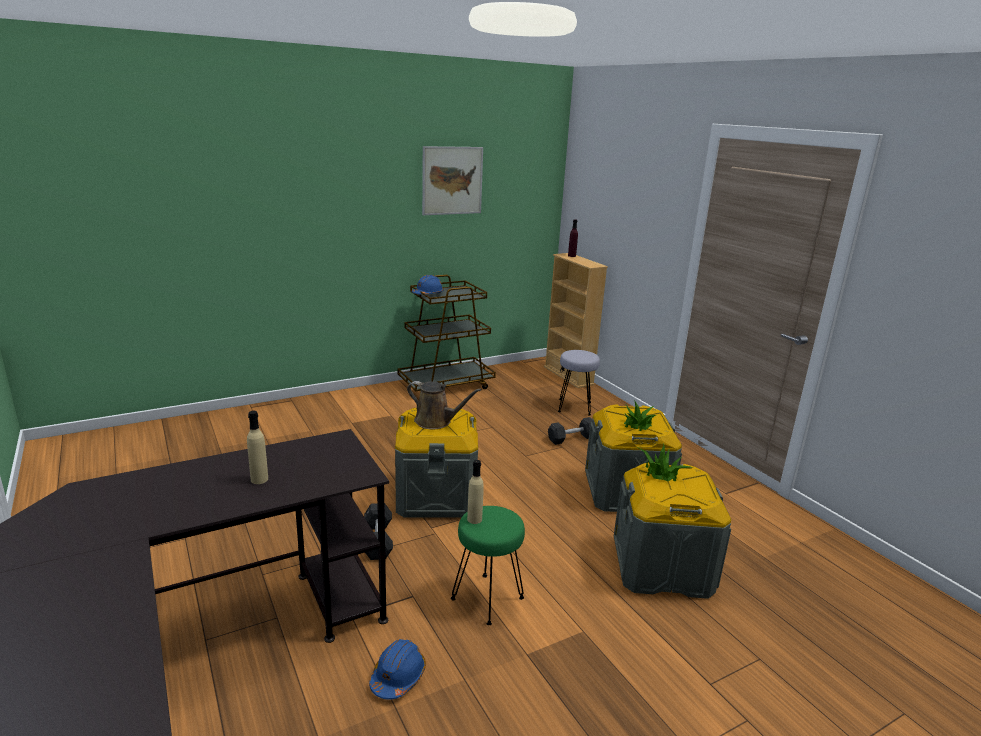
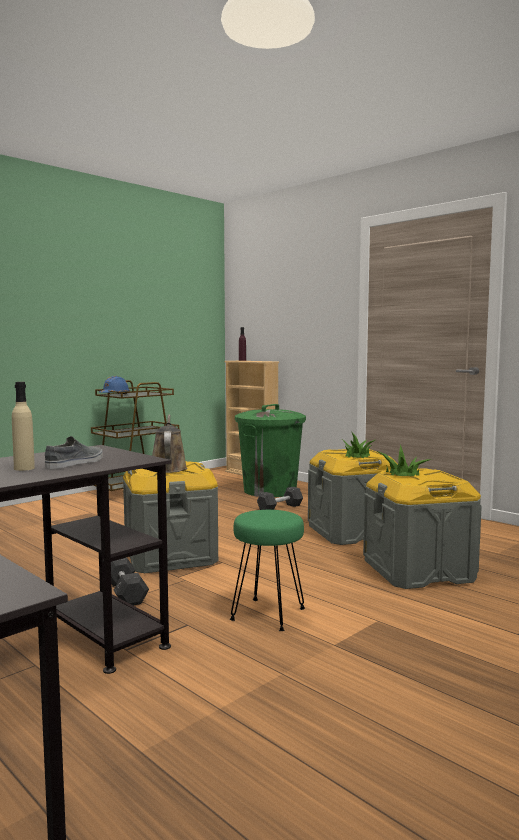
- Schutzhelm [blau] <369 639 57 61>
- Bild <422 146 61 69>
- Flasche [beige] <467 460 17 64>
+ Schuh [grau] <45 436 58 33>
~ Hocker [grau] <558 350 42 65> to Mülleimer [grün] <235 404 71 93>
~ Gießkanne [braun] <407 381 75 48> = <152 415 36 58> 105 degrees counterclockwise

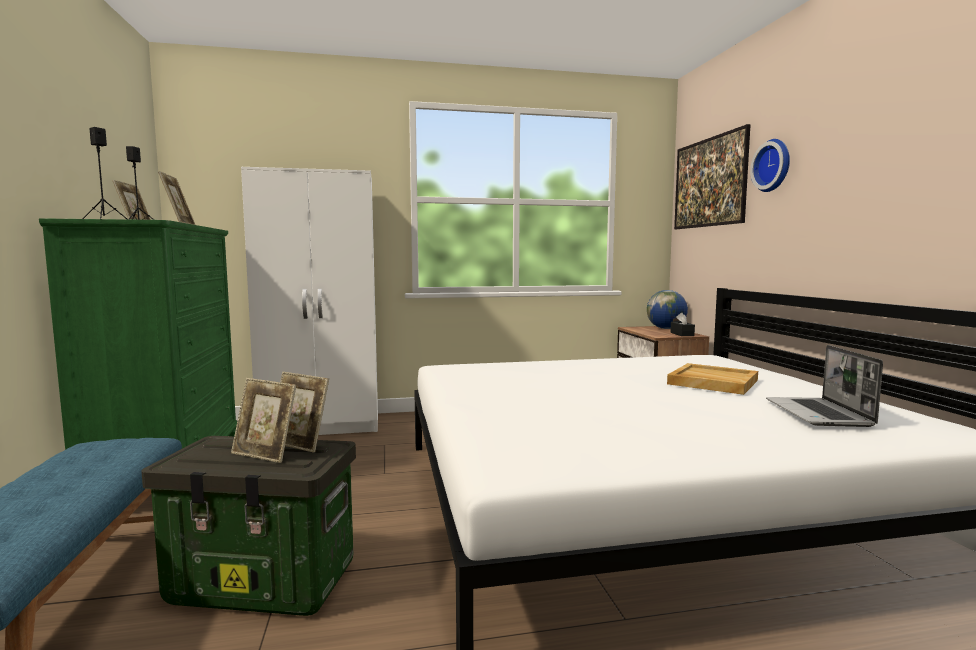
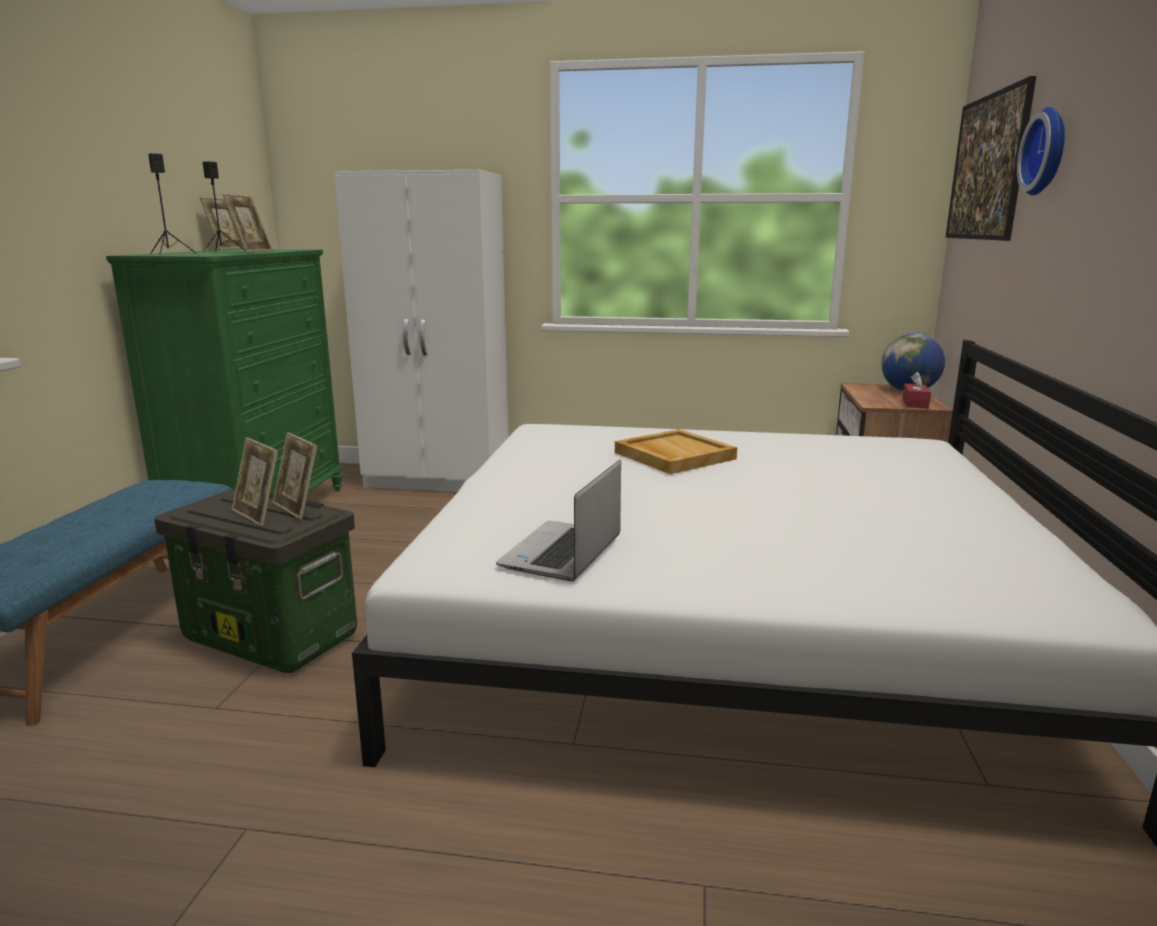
~ Tablett [beige] <667 363 91 32> to <615 429 122 45>
~ Laptop <766 345 117 82> to <496 460 125 121>
~ Taschentuchbox [schwarz] <670 313 25 23> to Taschentuchbox [rot] <902 372 29 37>

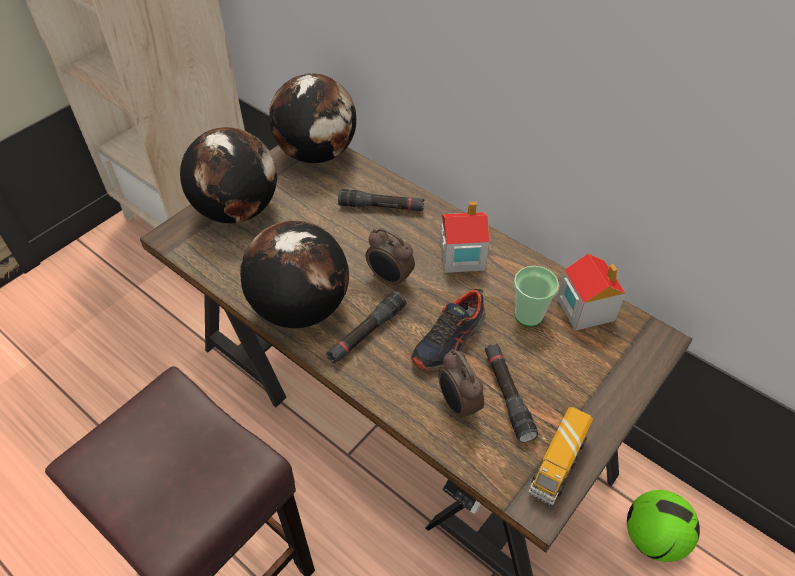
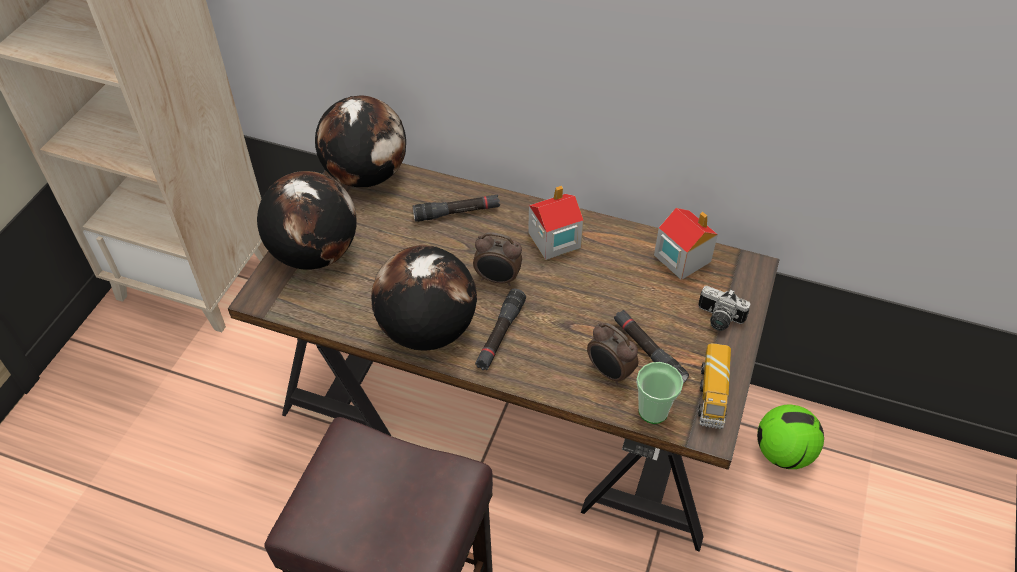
- Schuh <410 289 76 82>
+ Kamera <698 286 52 45>
~ Tasse <514 266 45 61> to <636 362 47 62>

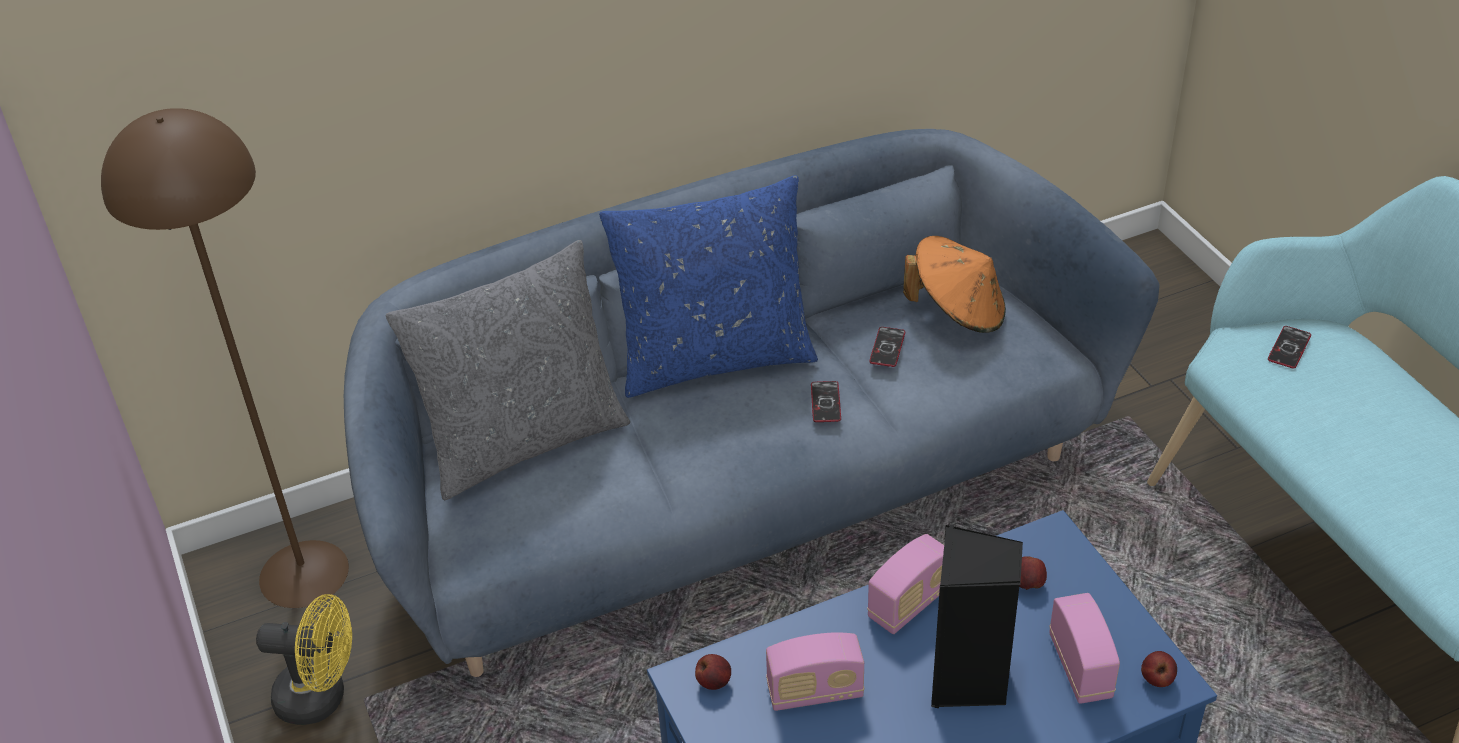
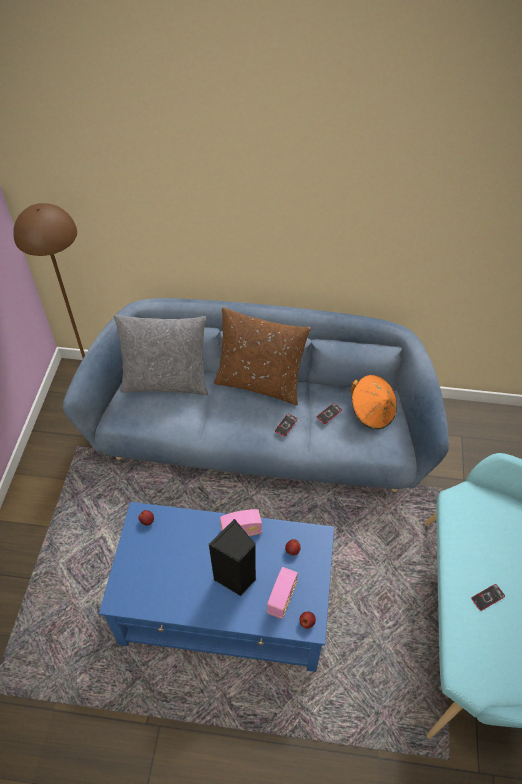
- Ventilator [gelb] <256 594 96 131>
- Radio <766 632 98 79>
~ Handy <1268 326 43 43> to <471 584 34 27>
~ Kissen [blau] <599 175 219 223> to Kissen [braun] <214 308 97 97>

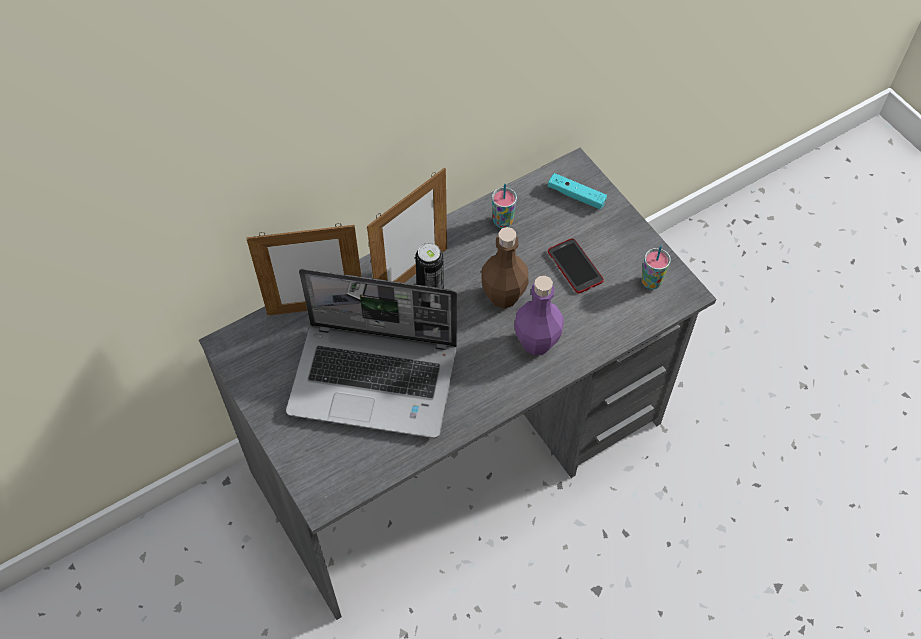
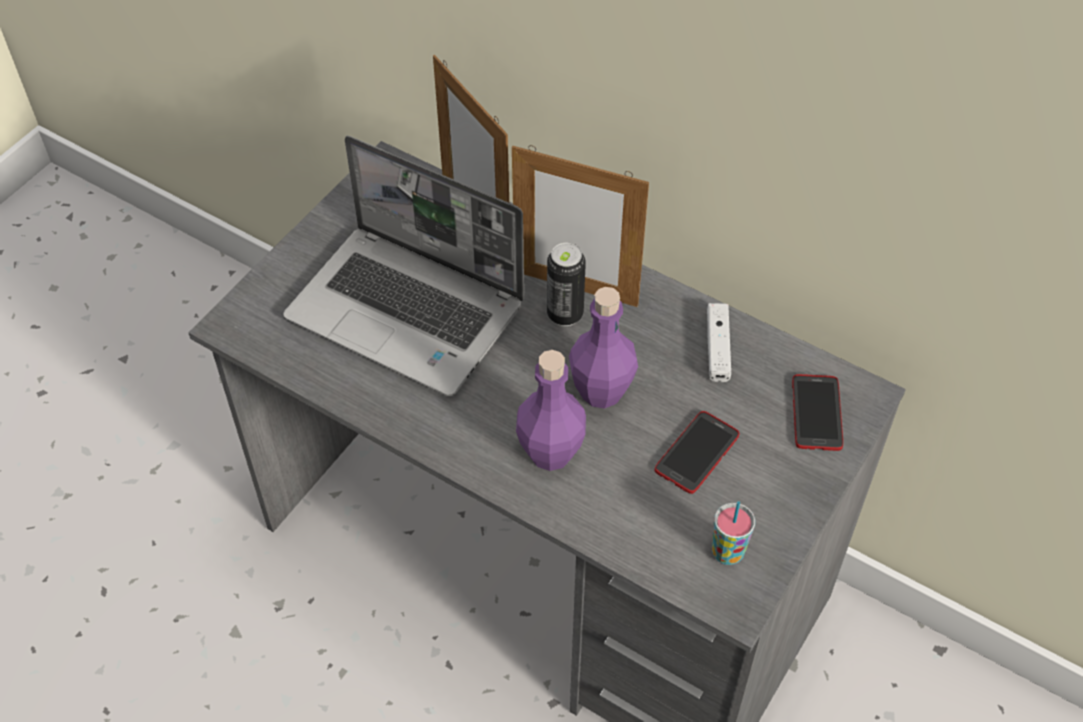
~ Tasse <492 184 25 44> to Gamepad [weiß] <707 303 24 79>
~ Gamepad [türkis] <548 173 59 37> to Handy <792 374 51 77>
~ Flasche [braun] <481 227 48 81> to Flasche [lila] <569 287 69 121>
~ Laptop <286 269 171 169> = <283 136 241 260> 45 degrees counterclockwise

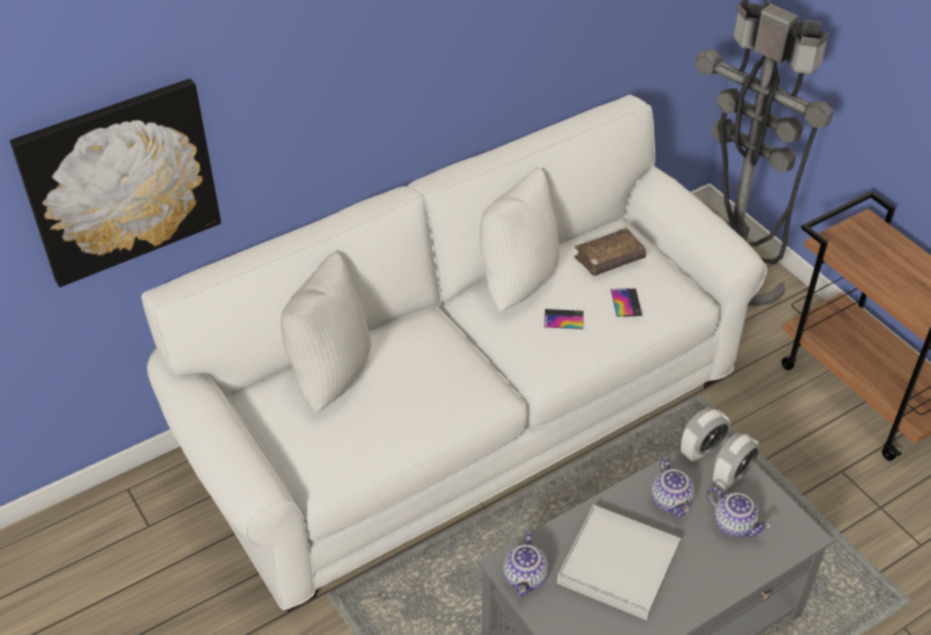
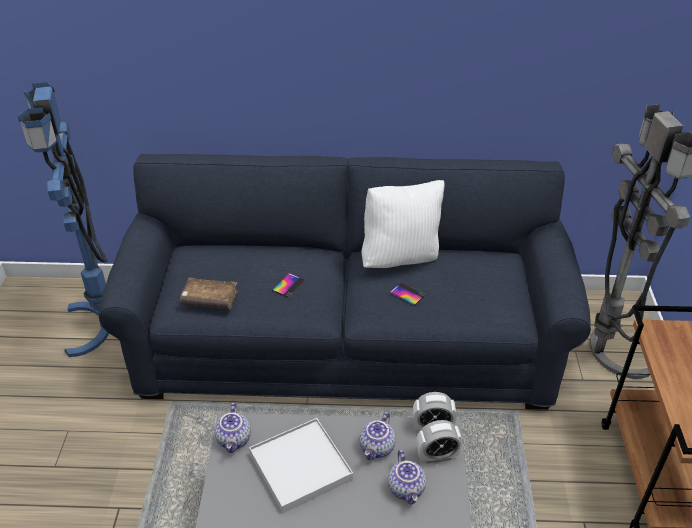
- Bild <10 78 211 209>
- Kissen [weiß] <281 252 90 161>
+ Stehlampe [blau] <18 82 91 275>
~ Buch [braun] <574 228 72 48> to <180 278 59 31>
~ Handy <611 288 31 29> to <272 273 34 25>
~ Sofa [weiß] <141 95 626 517> to Sofa [blau] <99 154 492 256>
~ Teekanne <503 531 46 65> = <214 403 37 50> 45 degrees counterclockwise

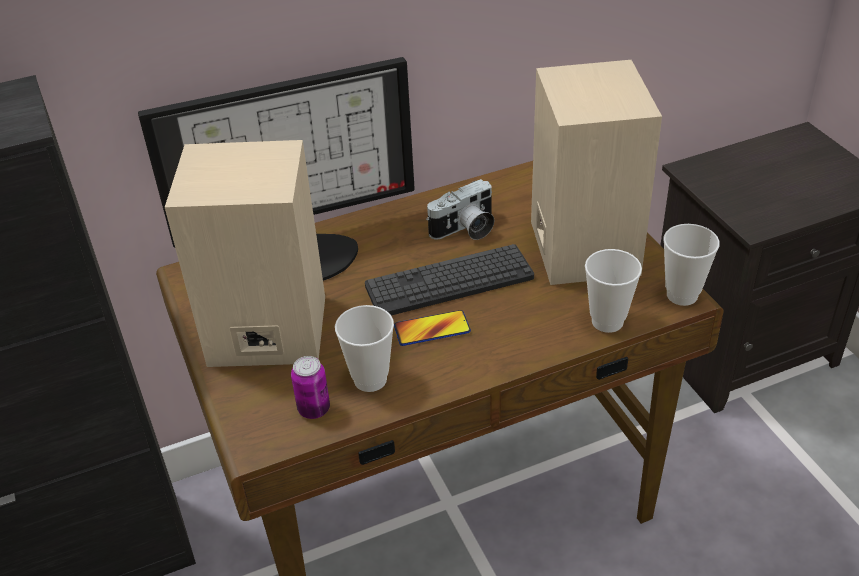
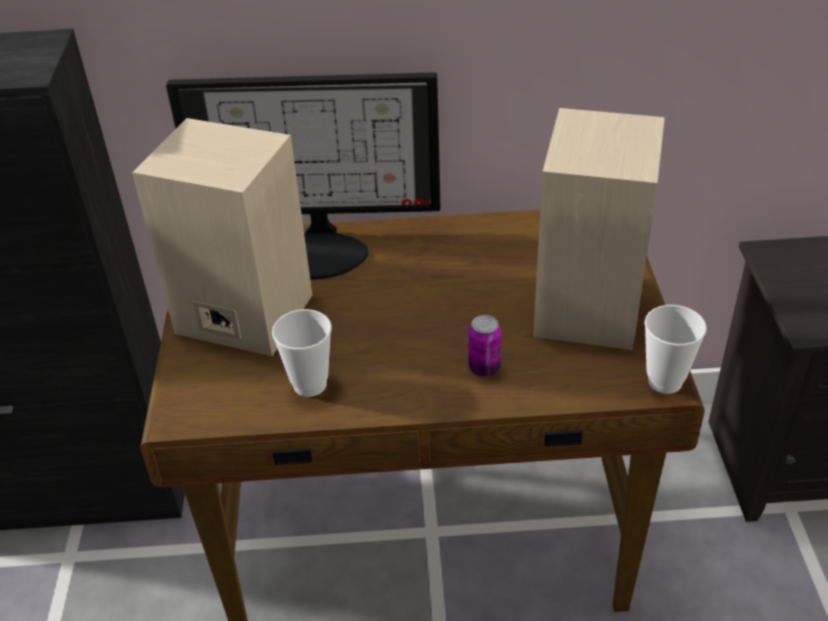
- Tastatur <365 244 169 71>
- Handy <394 310 77 36>
- Kamera <426 179 69 61>
- Tasse <585 249 57 84>
~ Dose <291 356 39 63> to <468 315 33 62>

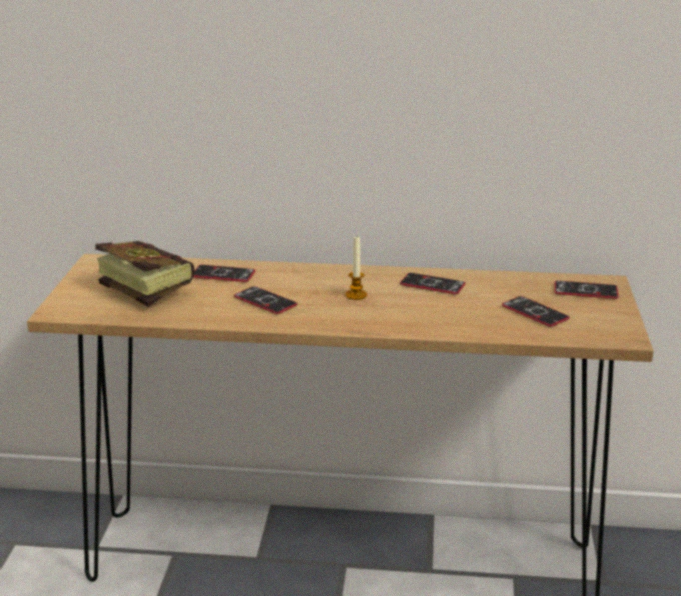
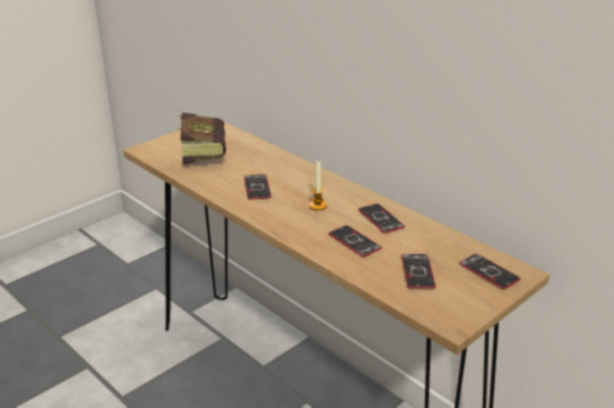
~ Handy <194 265 61 17> to <329 225 53 32>

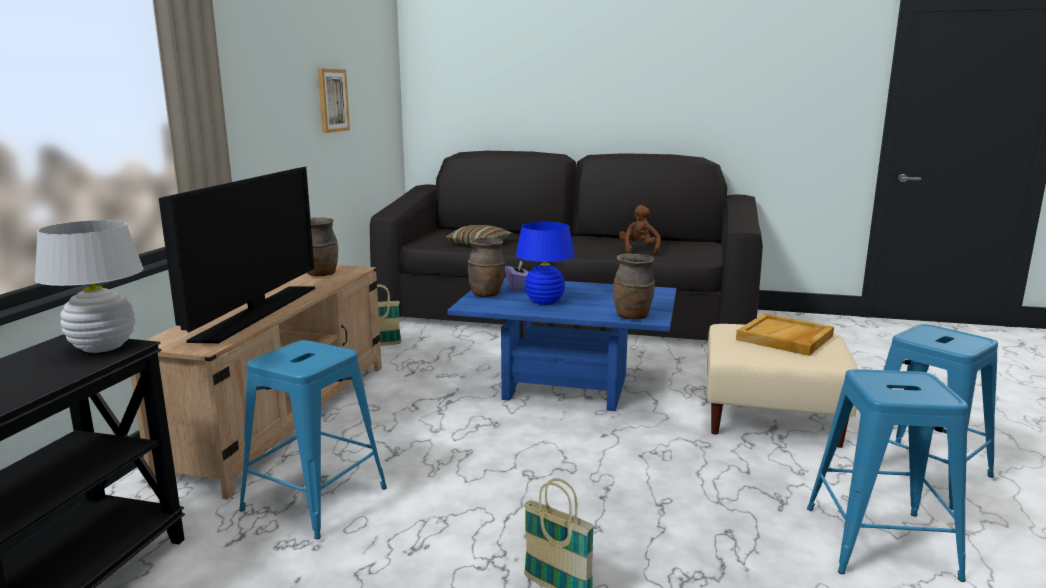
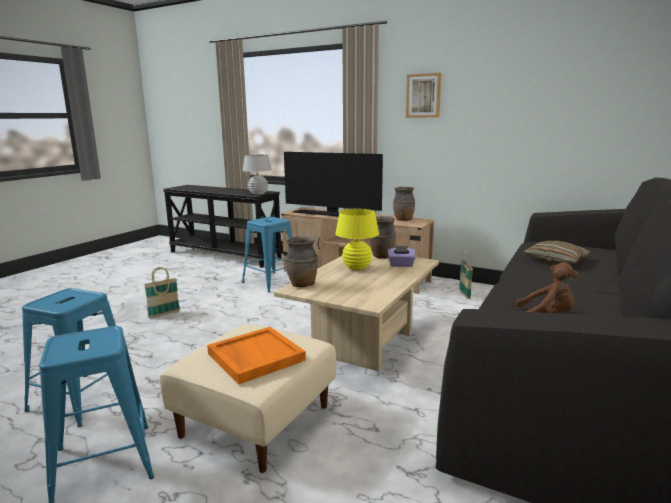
~ Bild <318 68 32 65> to <406 73 35 45>
~ Couchtisch [blau] <447 277 229 134> to Couchtisch [beige] <274 252 165 119>
~ Tischlampe [blau] <516 222 59 83> to Tischlampe [gelb] <335 209 44 61>
~ Tablett [beige] <736 313 98 43> to Tablett [orange] <207 327 99 57>

